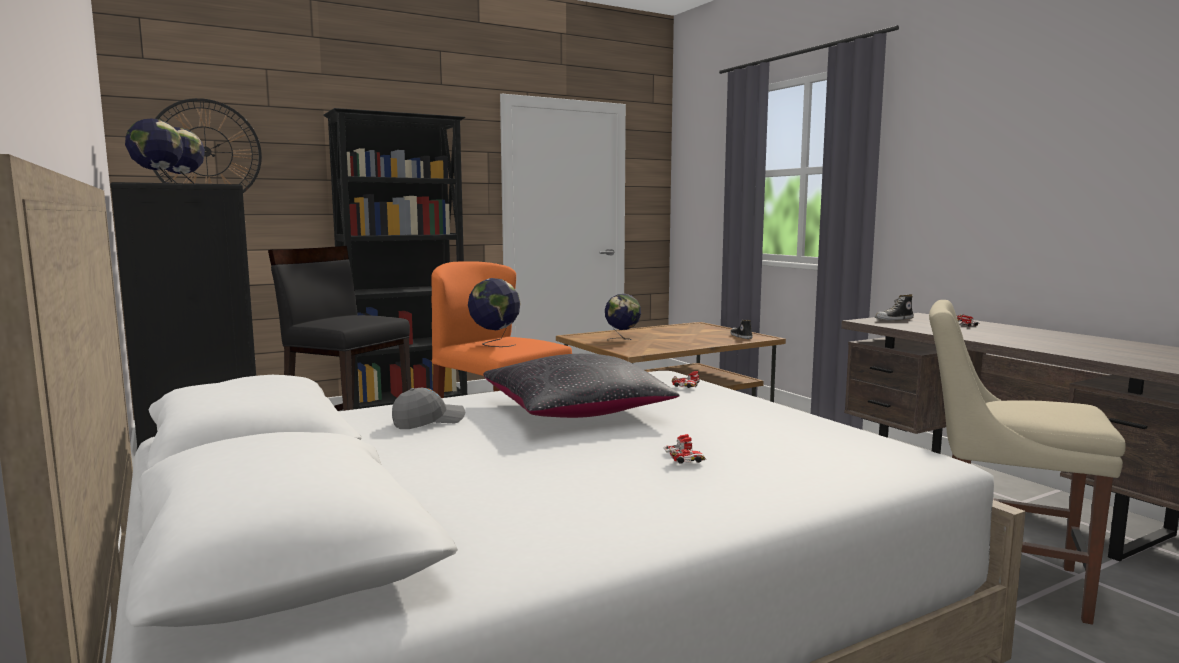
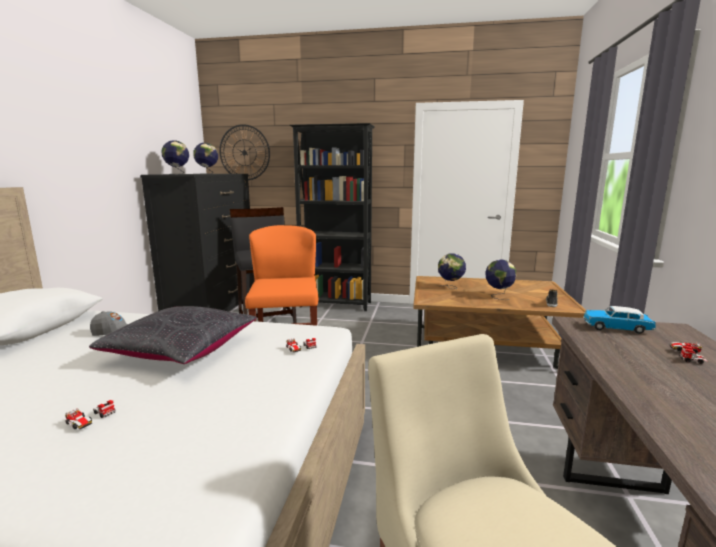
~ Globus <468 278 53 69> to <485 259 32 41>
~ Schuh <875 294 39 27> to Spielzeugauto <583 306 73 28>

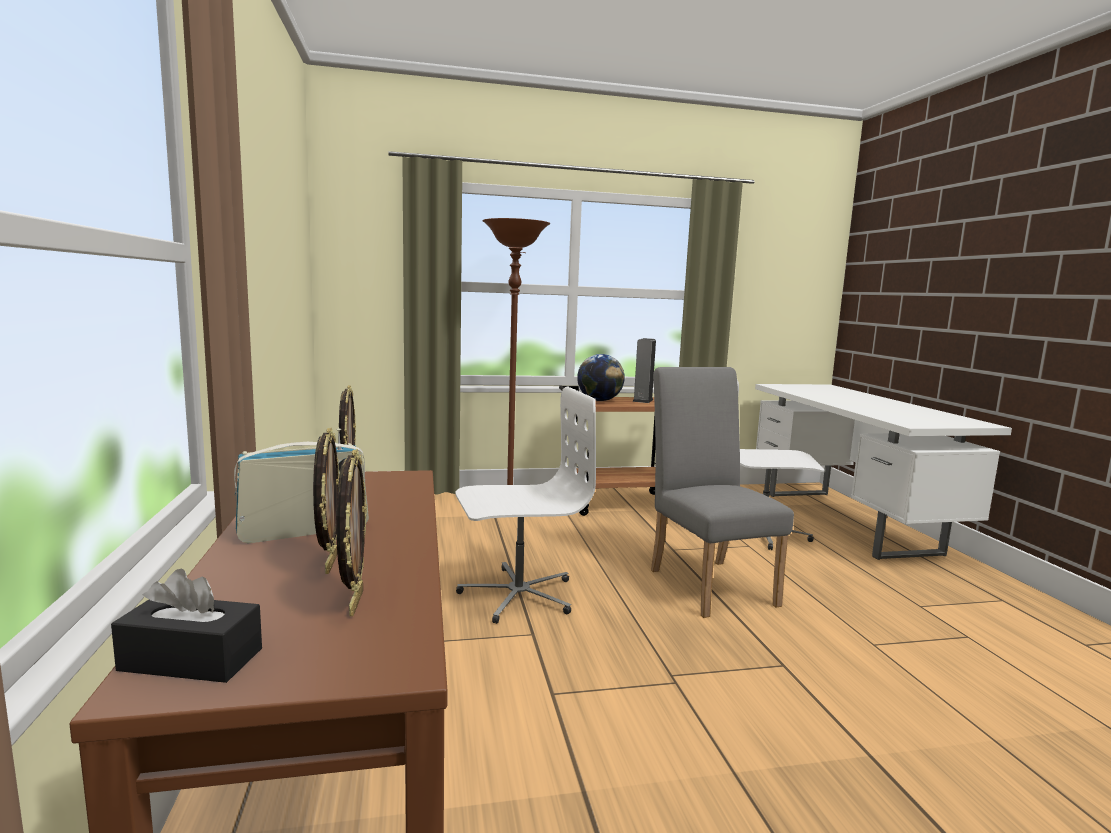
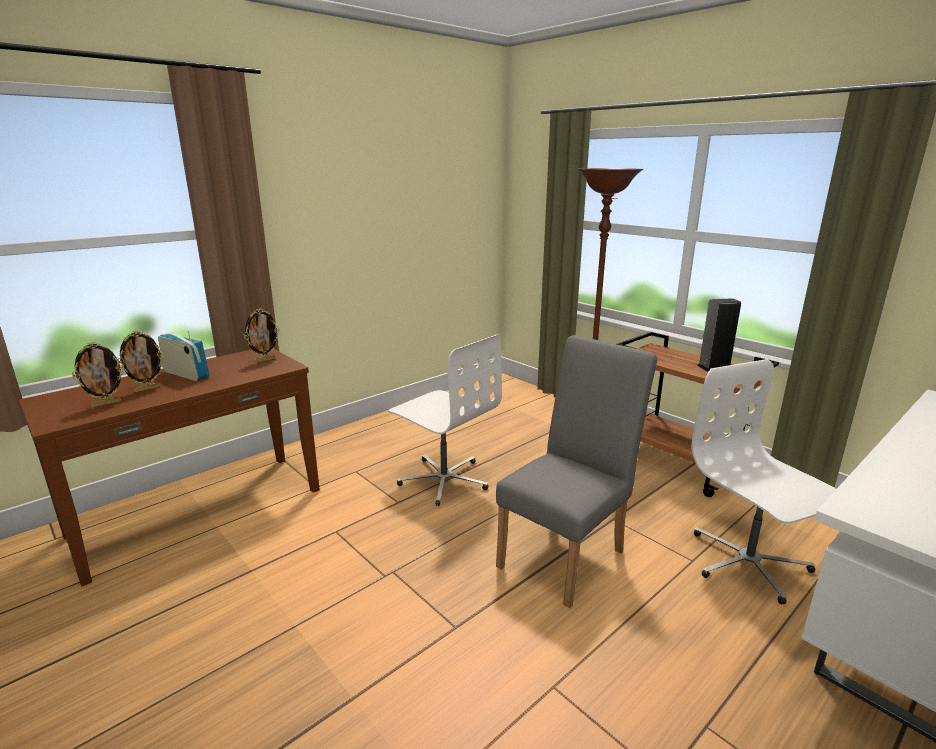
- Taschentuchbox [schwarz] <111 569 151 114>
- Globus <577 354 48 47>

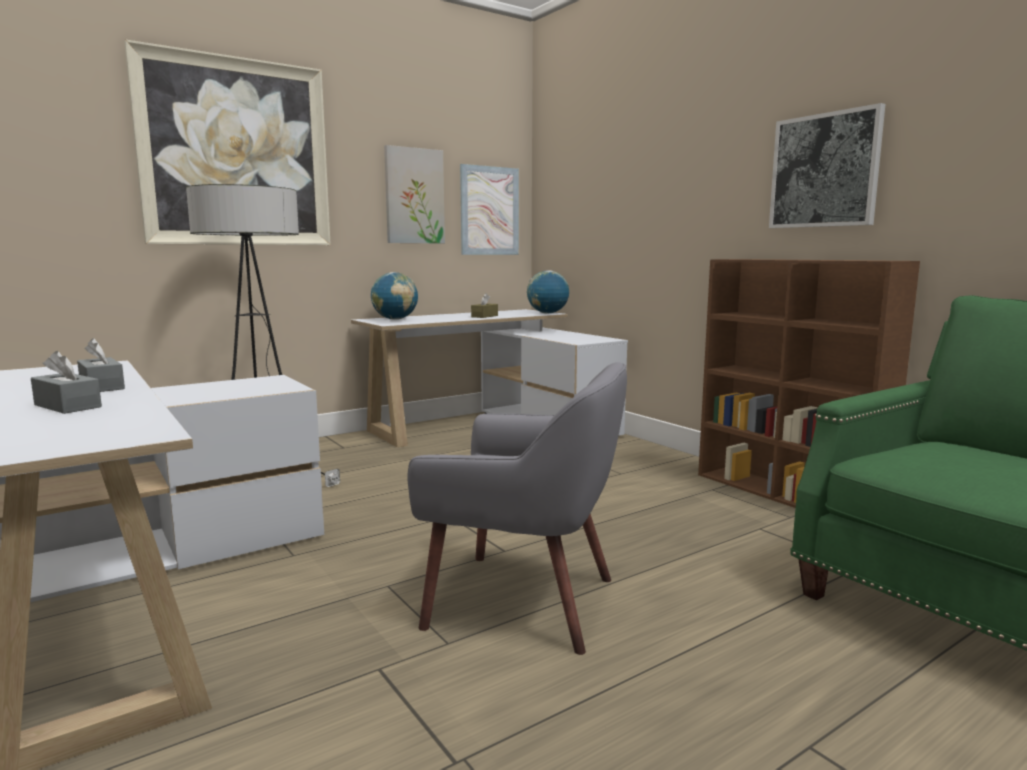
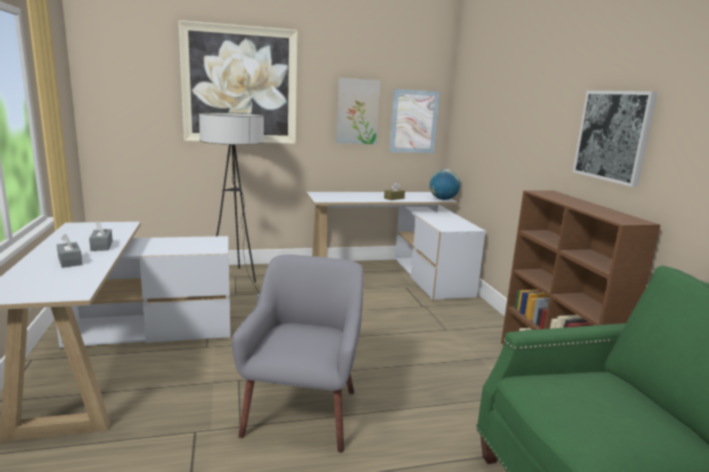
- Globus <371 272 47 48>
~ Sessel [grau] <408 362 219 293> = <232 255 132 198> 120 degrees counterclockwise

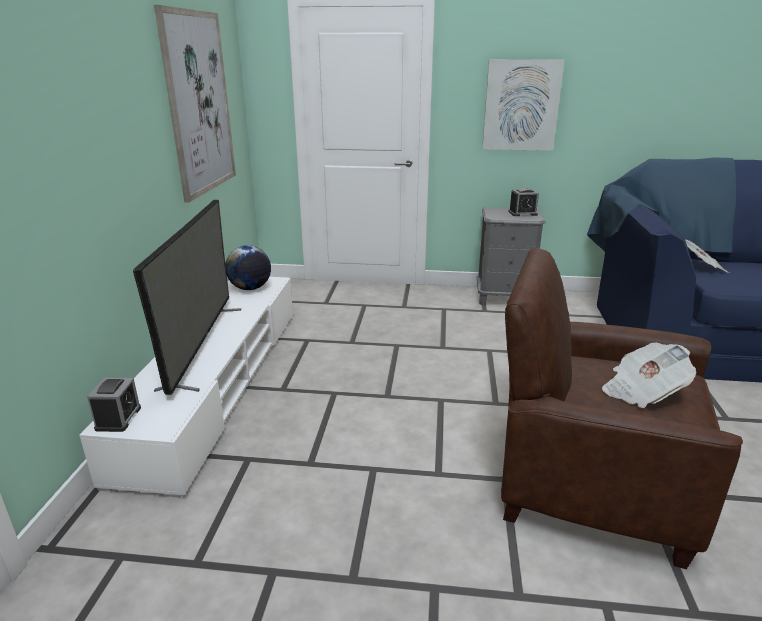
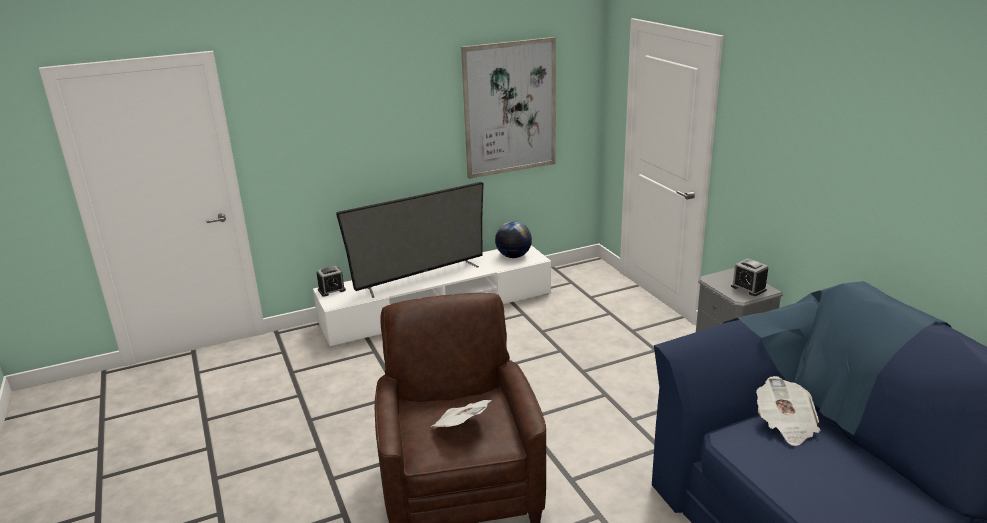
- Bild <482 59 83 92>

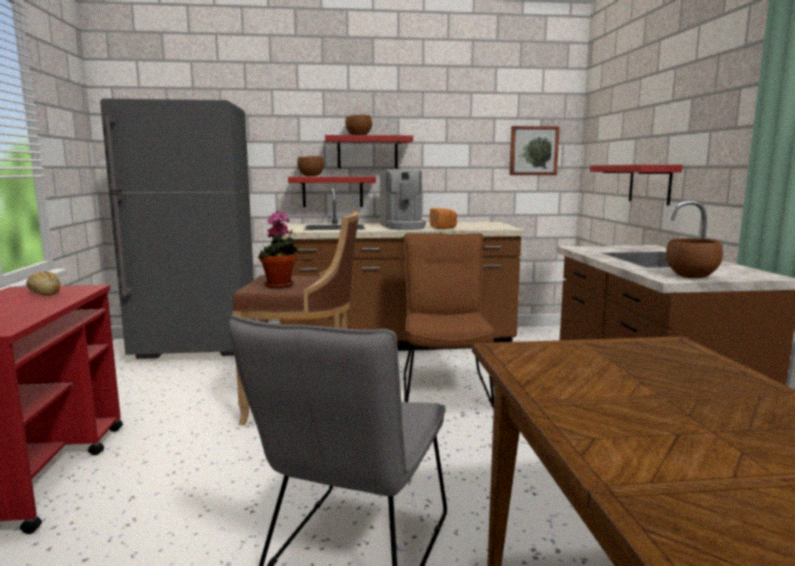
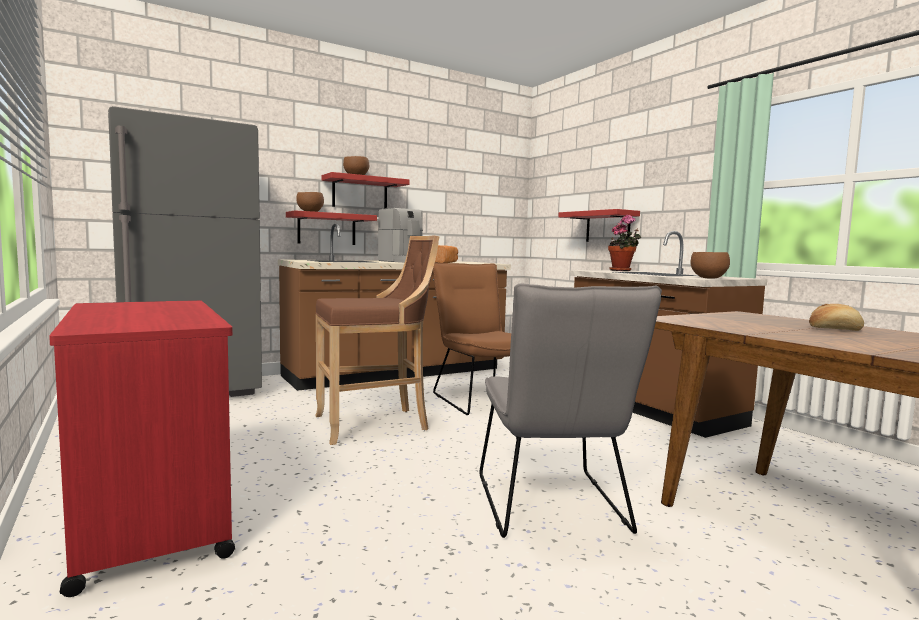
- Bild <509 126 51 49>
~ Brot <26 271 34 25> to <809 304 55 27>
~ Topfpflanze <258 211 41 77> to <608 215 34 56>

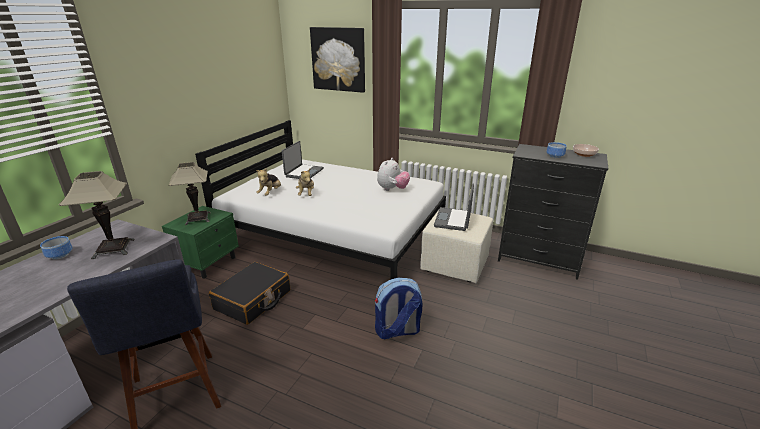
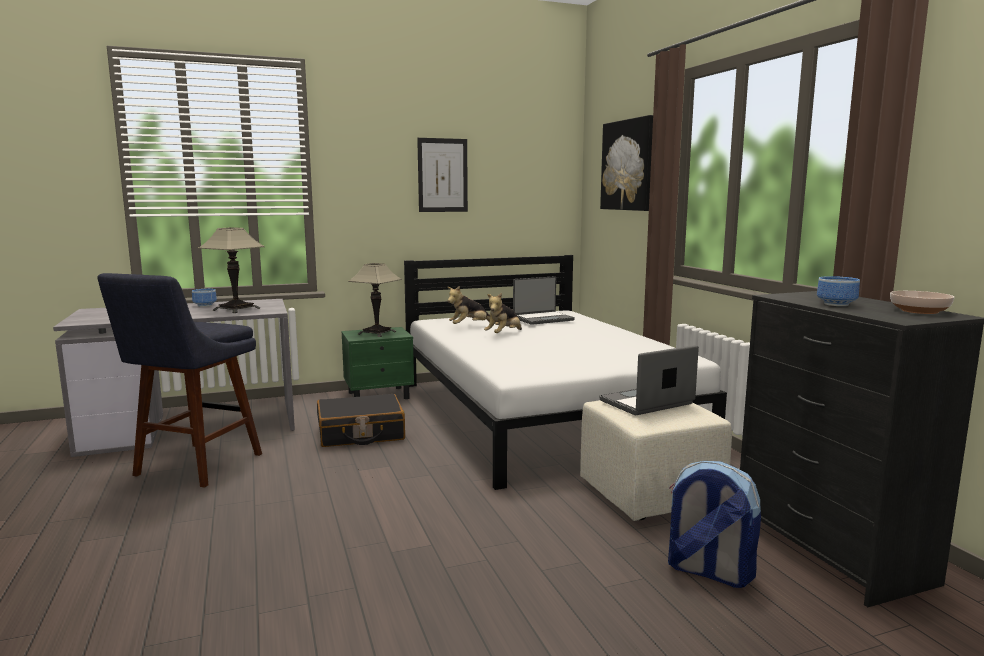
- Plüschtier <377 158 33 33>
+ Bild <417 138 51 74>
~ Rucksack <375 278 48 61> to <668 461 93 127>

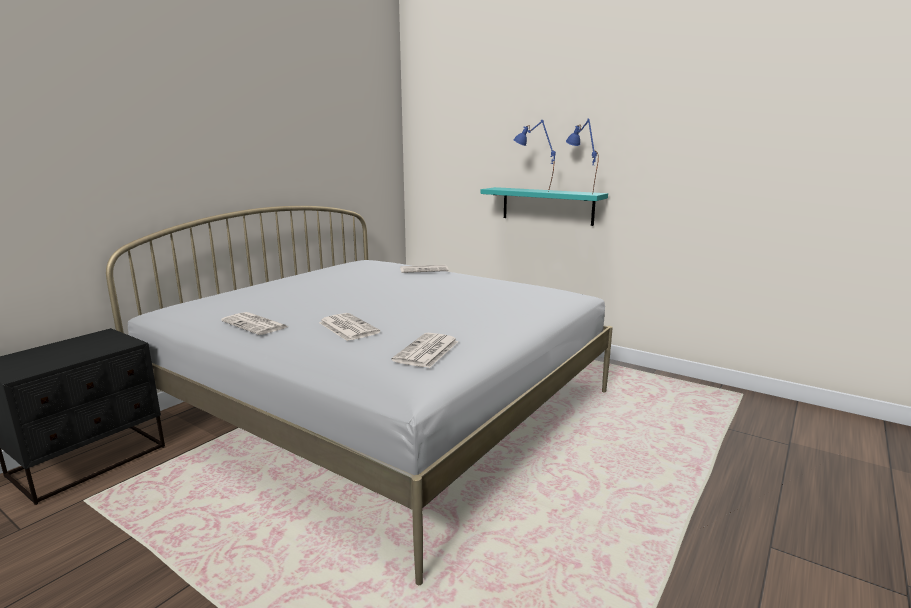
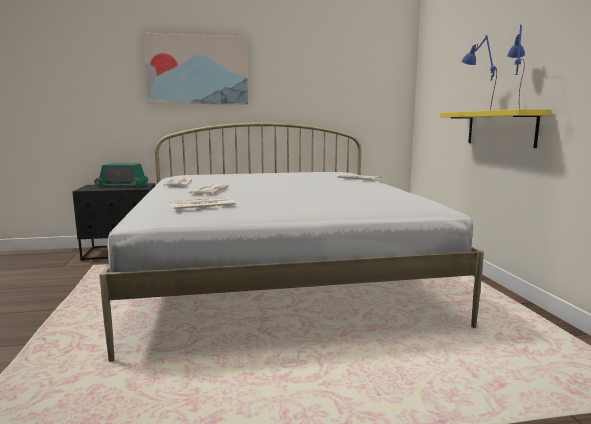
+ Radio <94 163 54 25>
+ Bild <143 33 105 71>
~ Wandregal [türkis] <481 187 127 39> to Wandregal [gelb] <440 109 112 39>

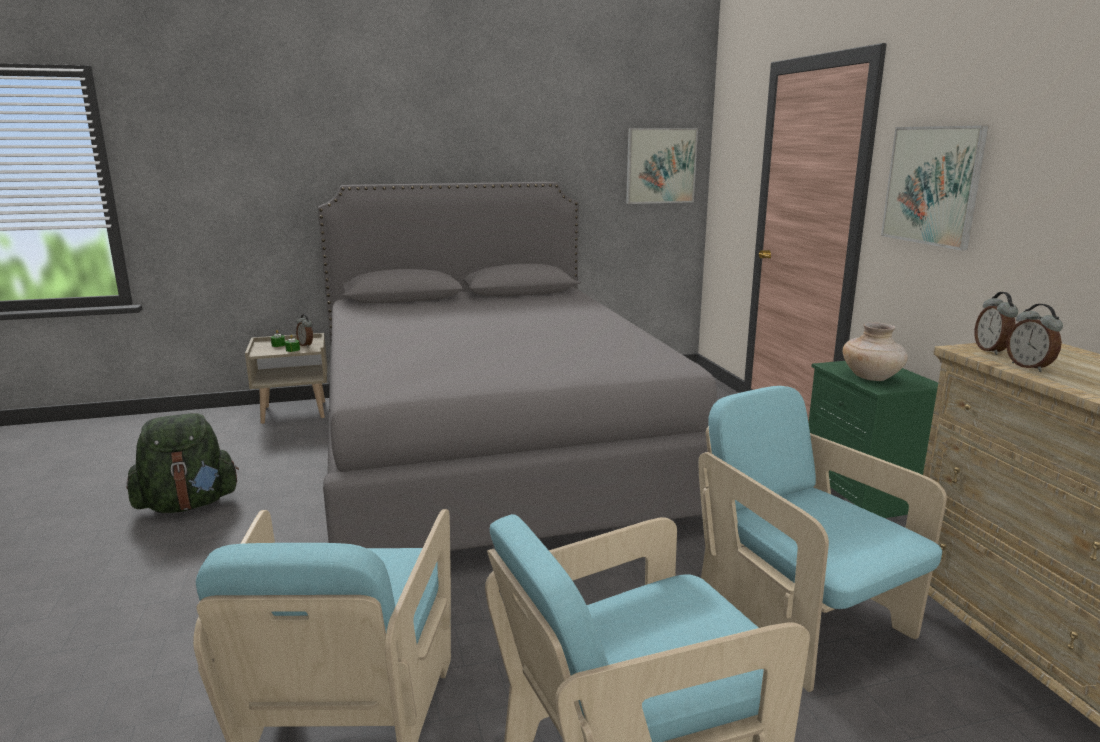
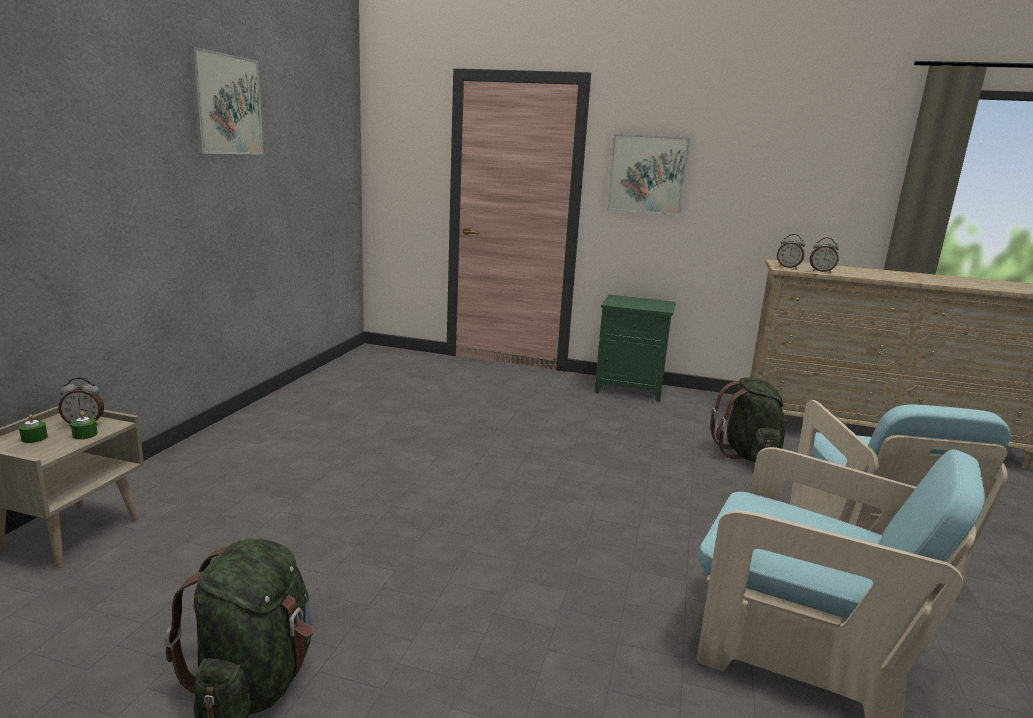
- Bett [grau] <318 182 399 369>
- Vase [beige] <843 322 65 59>
~ Bild <626 128 72 76> to <189 47 74 108>
~ Sessel [türkis] <698 386 249 306> to Rucksack [grün] <710 377 79 85>

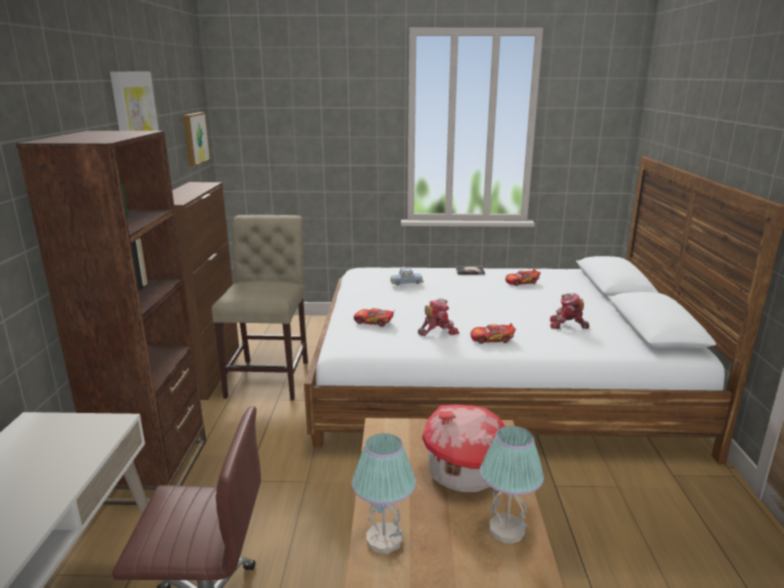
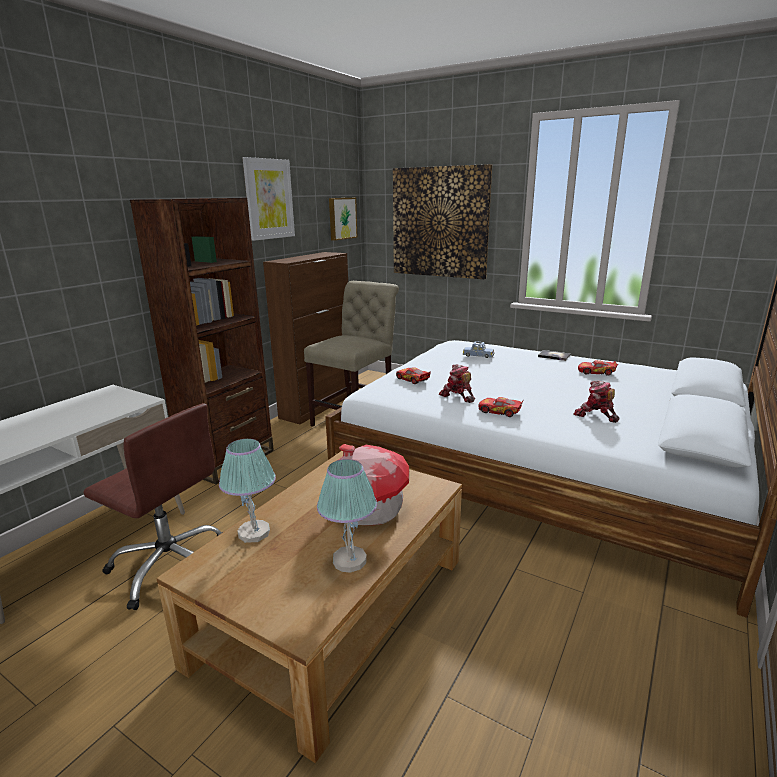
+ Bild <393 164 99 115>
~ Spielzeugroboter <418 298 41 38> = <439 364 36 39> 135 degrees counterclockwise

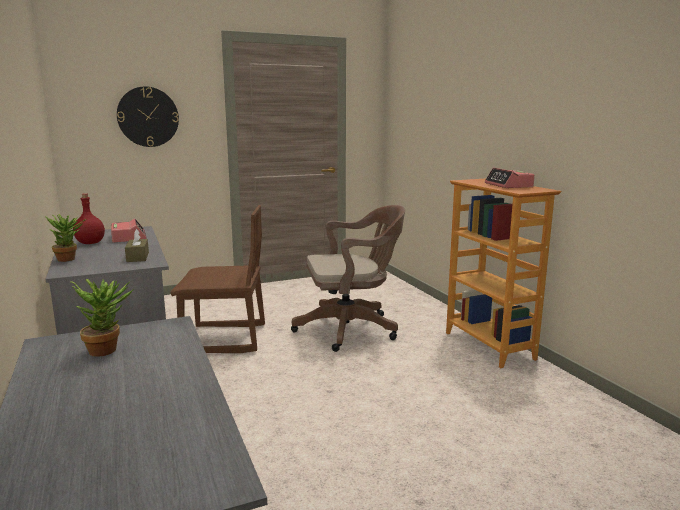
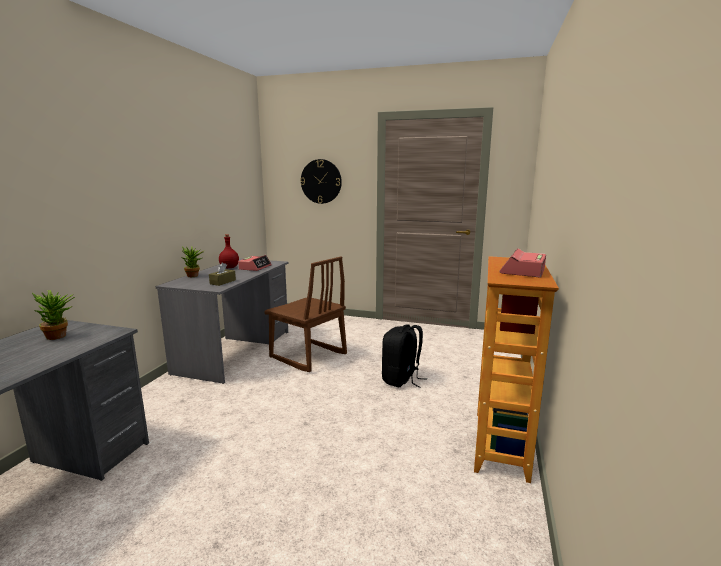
~ Bürostuhl [braun] <291 205 114 147> to Rucksack [schwarz] <382 324 45 64>

